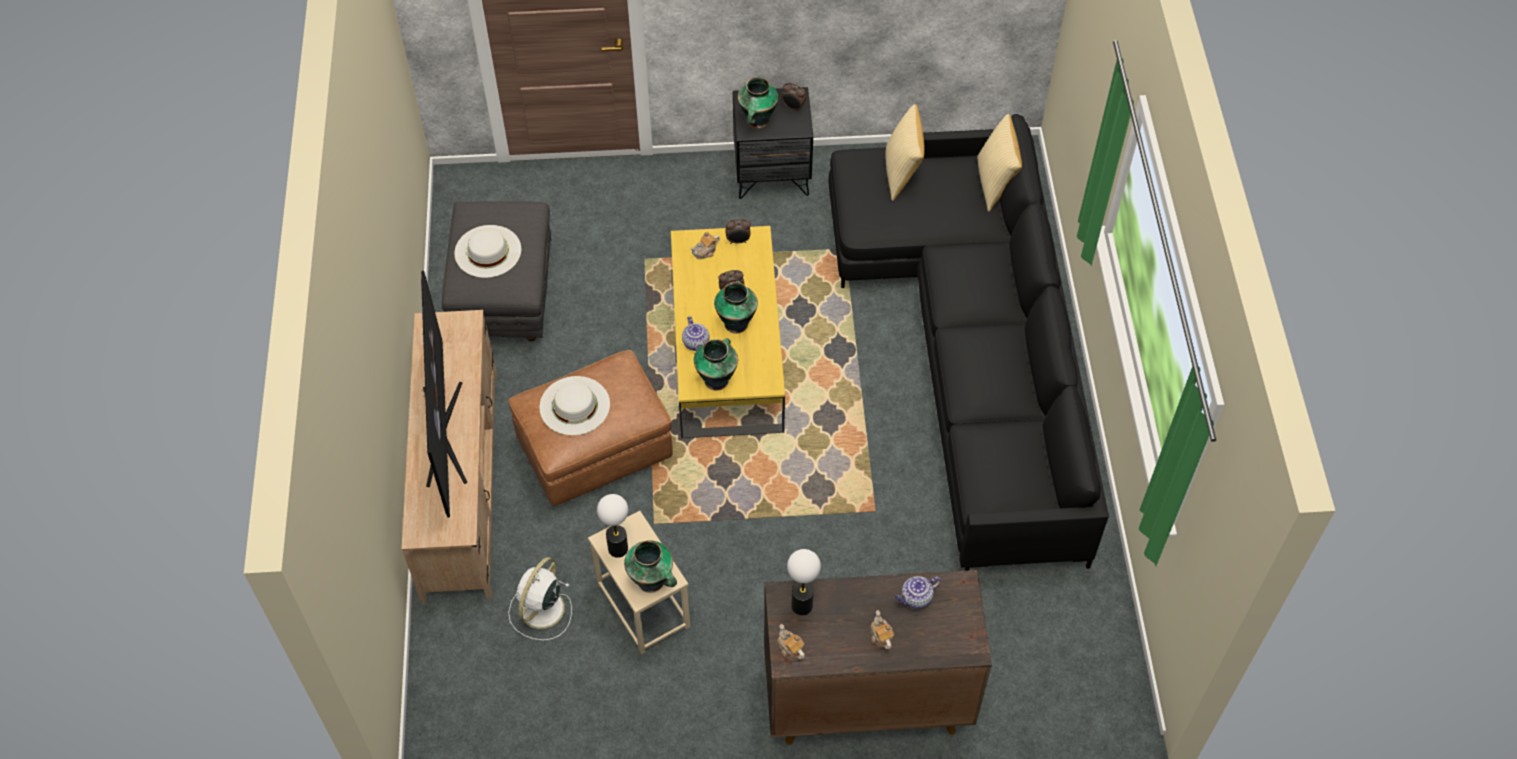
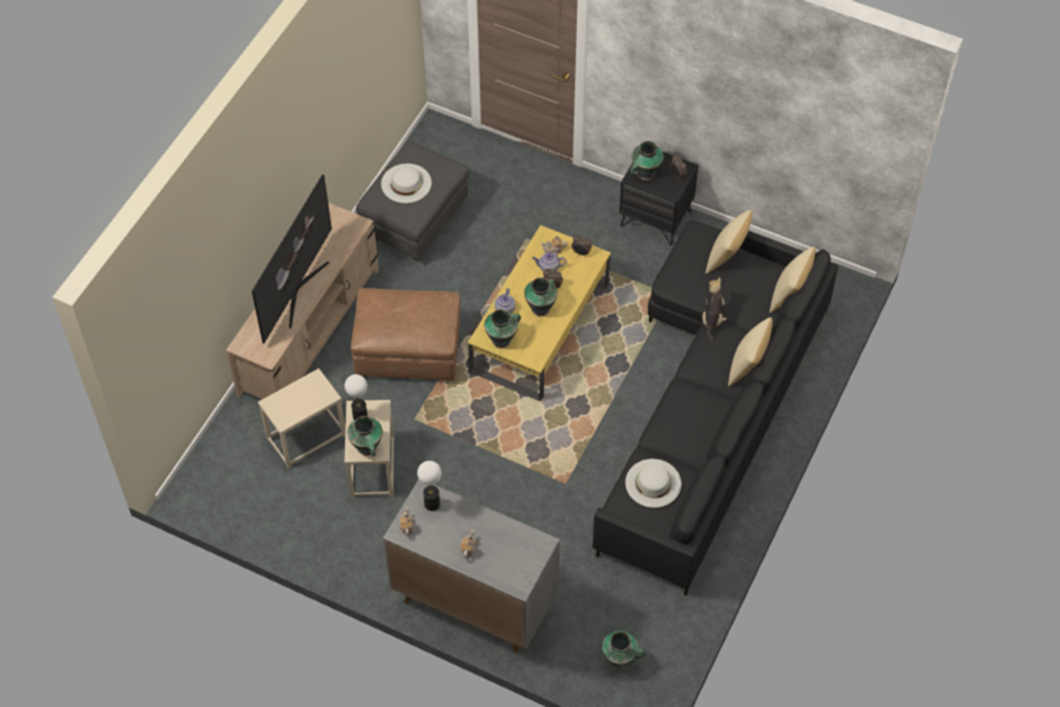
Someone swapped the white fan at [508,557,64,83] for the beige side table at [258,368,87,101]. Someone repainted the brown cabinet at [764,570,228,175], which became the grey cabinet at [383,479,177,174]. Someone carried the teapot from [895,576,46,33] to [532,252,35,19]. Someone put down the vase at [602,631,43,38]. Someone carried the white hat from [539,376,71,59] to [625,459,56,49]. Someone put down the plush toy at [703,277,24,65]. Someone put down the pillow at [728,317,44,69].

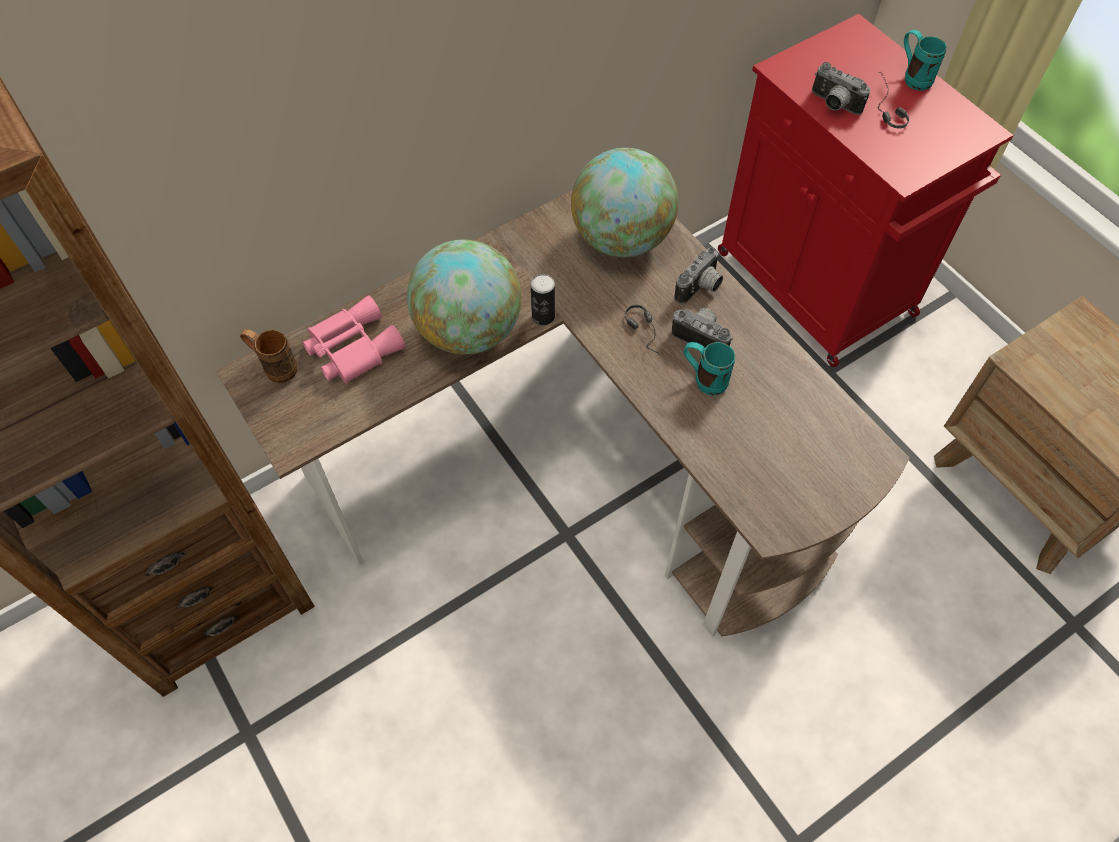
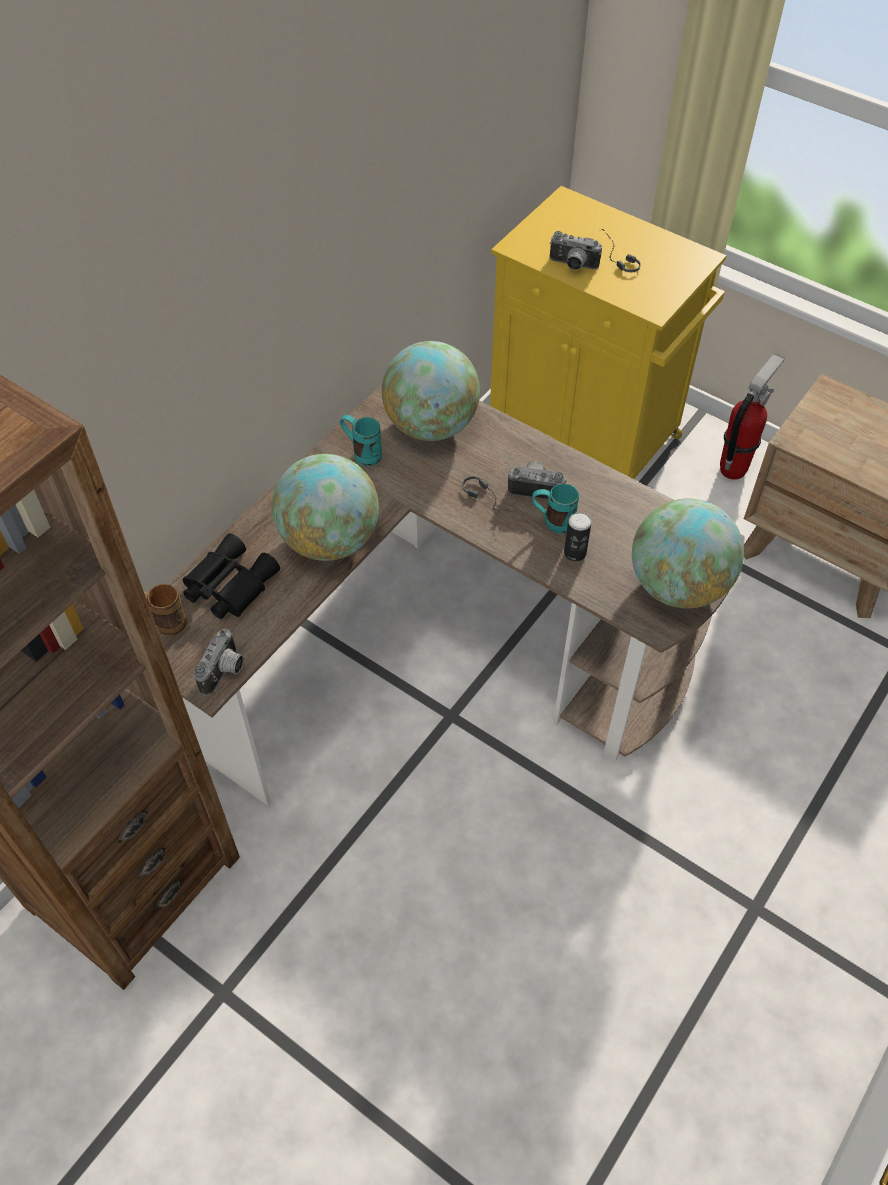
Someone repainted the pink binoculars at [303,295,102,89], which became the black binoculars at [183,533,97,86]. Someone carried the photo camera from [674,248,49,56] to [194,629,50,67]. Someone carried the turquoise mug from [904,30,43,61] to [340,415,42,51]. Someone repainted the red cabinet at [718,14,295,353], which became the yellow cabinet at [490,186,237,293]. Someone carried the can from [531,274,24,51] to [564,512,28,49]. Someone put down the globe at [632,498,112,110]. Someone put down the fire extinguisher at [720,353,65,127].

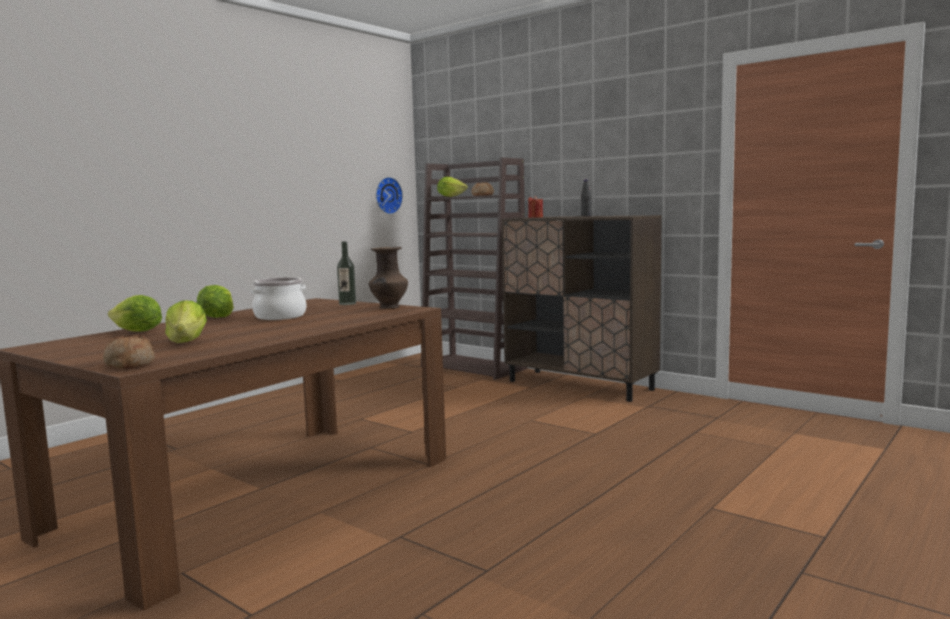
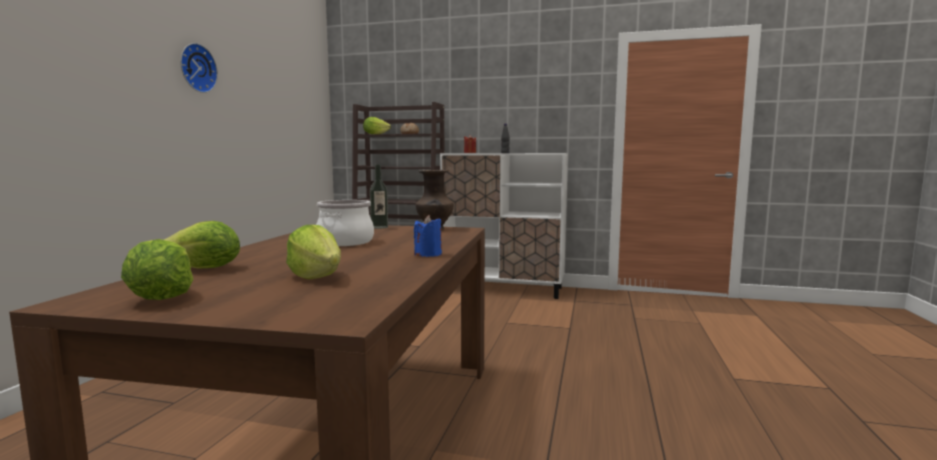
Someone carried the lettuce from [197,285,37,33] to [121,239,73,61]. Someone carried the wall clock from [376,177,27,37] to [180,43,38,50]. Someone put down the blue candle at [414,215,28,42]. Someone repainted the brown cabinet at [501,215,161,187], which became the white cabinet at [440,153,128,146]. Someone took away the bread at [103,334,52,35].

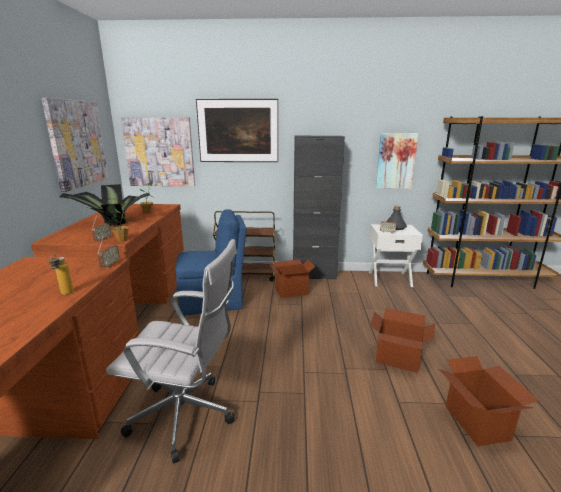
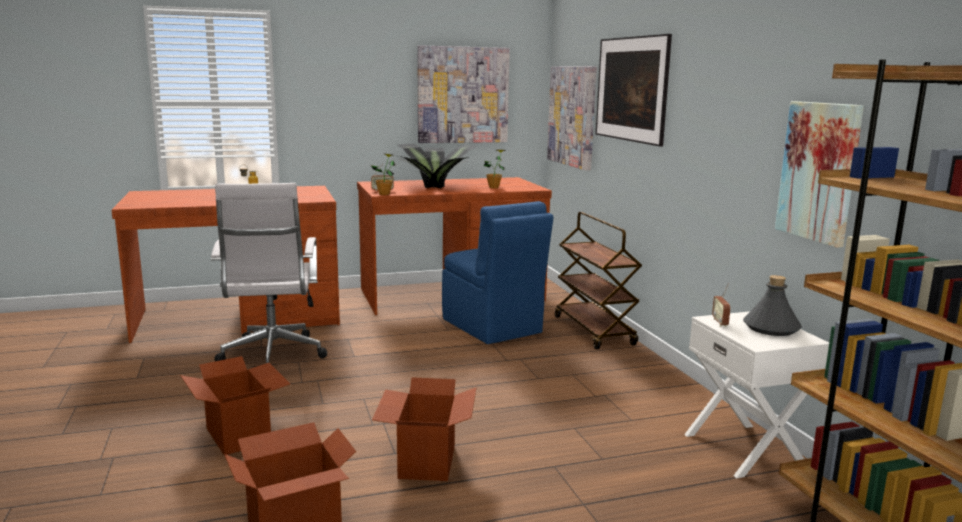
Someone carried the cardboard box from [270,259,45,39] to [180,356,110,99]. Someone took away the radio at [97,236,23,32]. Someone took away the black cabinet at [293,136,52,144].

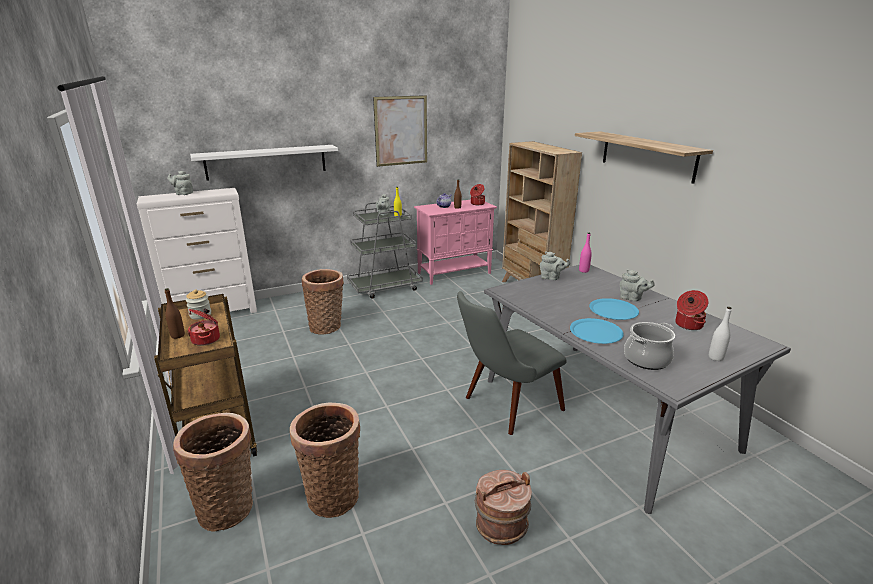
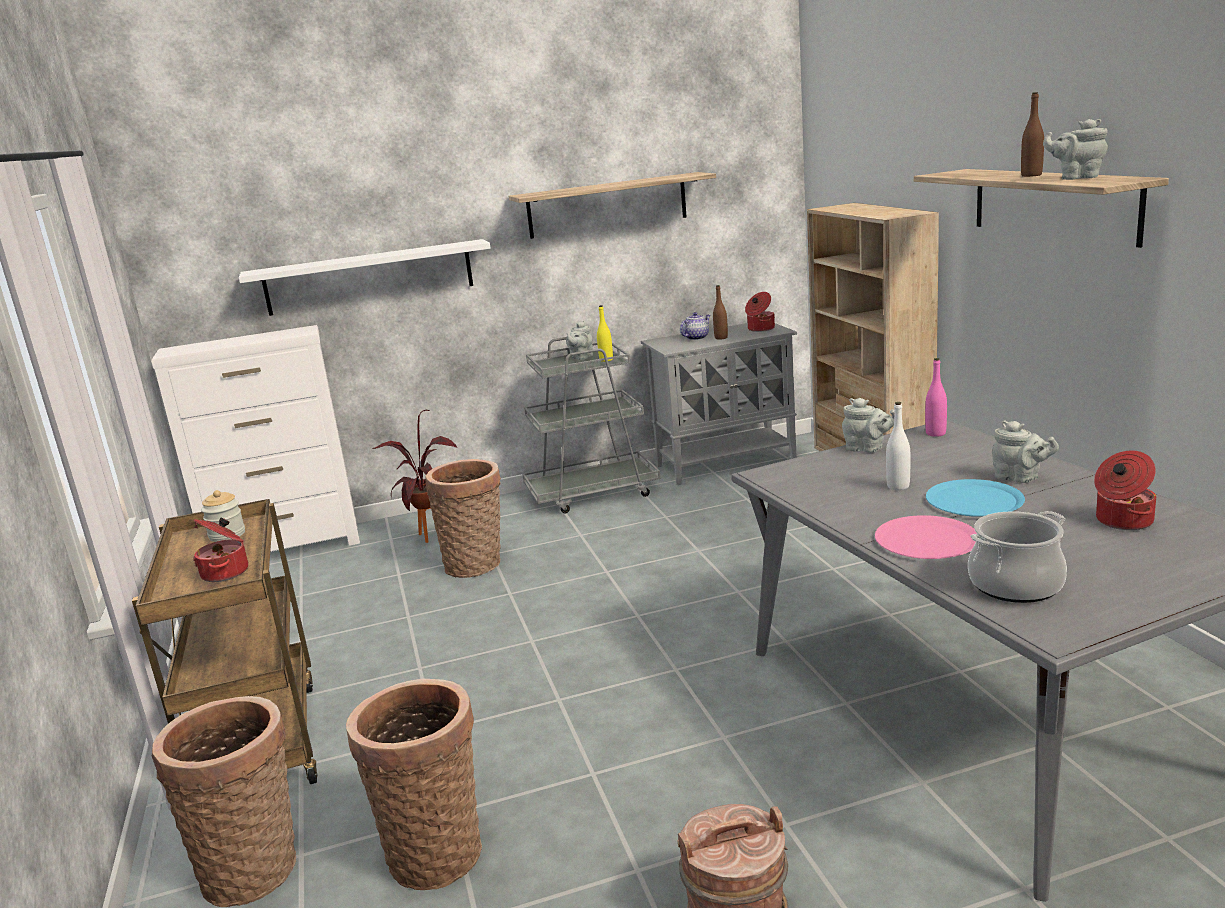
Someone put down the potted plant at [372,410,85,133]. Someone swapped the picture at [373,95,54,72] for the shelf at [509,172,207,67]. Someone repainted the pink cabinet at [414,200,83,85], which became the grey cabinet at [641,323,156,162]. Someone repainted the blue plate at [570,318,54,26], which became the pink plate at [875,515,102,44]. Someone carried the white bottle from [709,307,23,54] to [886,402,24,88]. Someone carried the brown bottle from [165,288,20,51] to [1021,92,23,85]. Someone carried the grey teapot from [167,171,26,24] to [1043,119,65,61]. Someone took away the grey chair at [457,291,110,144].

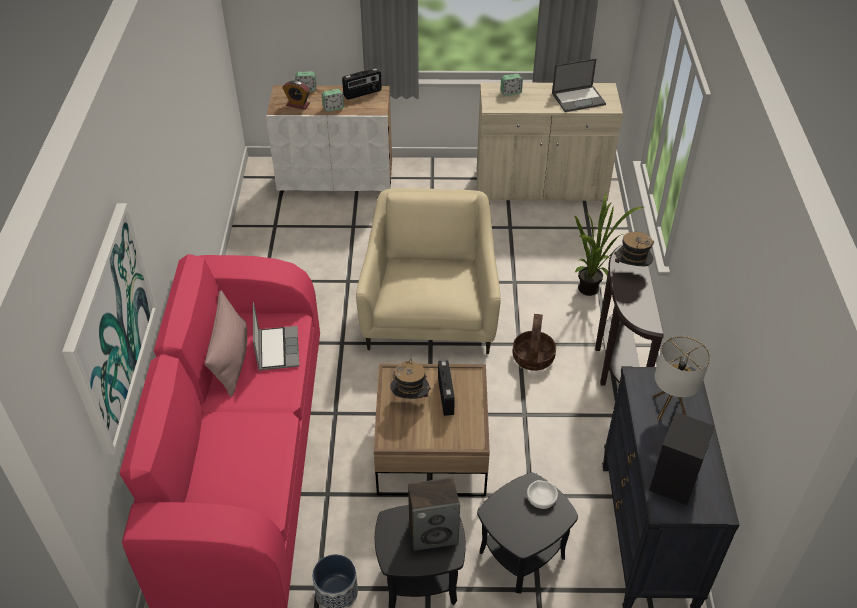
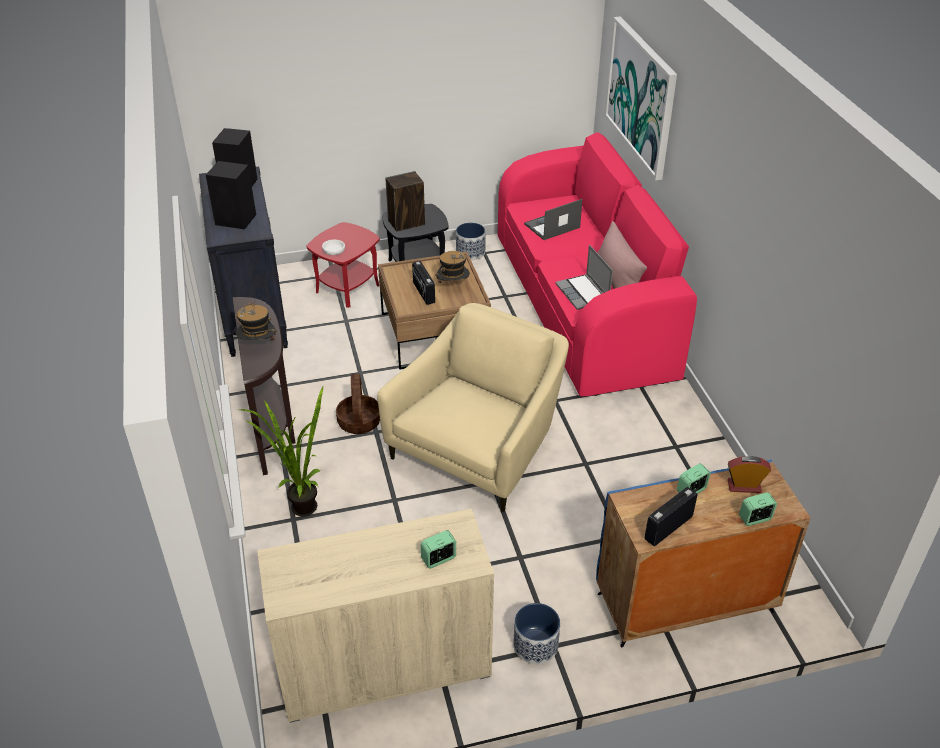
Someone swapped the table lamp at [652,335,58,85] for the black speaker at [206,161,50,68]. Someone repainted the black side table at [477,472,101,121], which became the red side table at [307,222,73,86]. Someone rotated the beige armchair at [356,188,145,166] by 135 degrees counterclockwise. Someone put down the planter at [513,603,47,61]. Someone carried the laptop from [552,59,54,53] to [524,199,58,41]. Someone repainted the white cabinet at [266,85,126,113], which became the blue cabinet at [596,460,214,187].

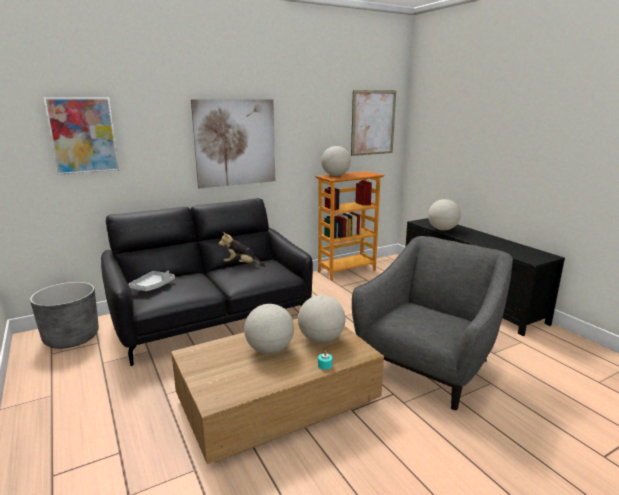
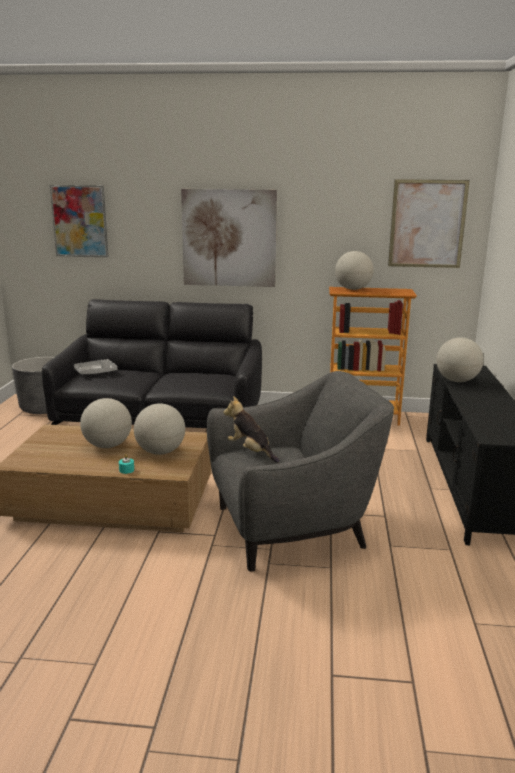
Someone carried the plush toy from [219,232,46,34] to [224,396,56,67].

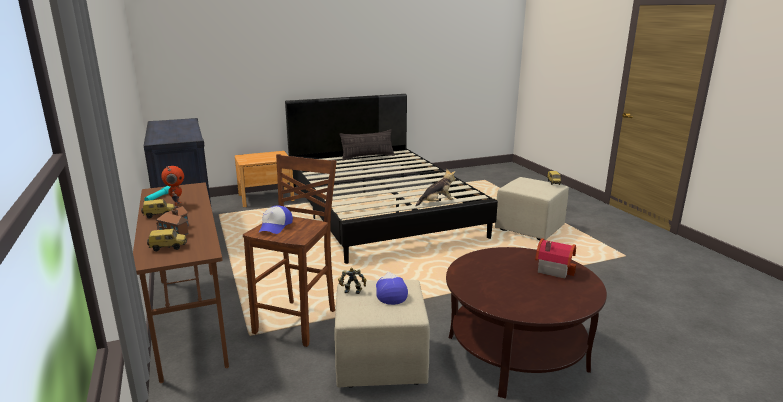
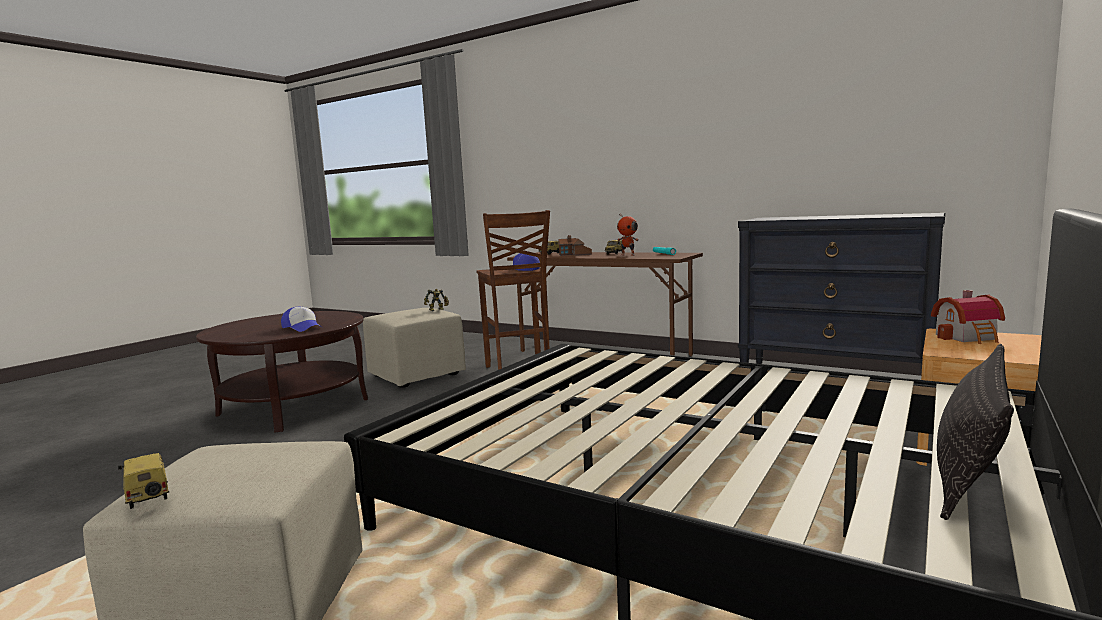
Someone carried the cap from [376,272,32,33] to [281,307,42,25]. Someone carried the toy house from [535,238,41,41] to [931,290,74,54]. Someone took away the plush toy at [415,169,41,37].

